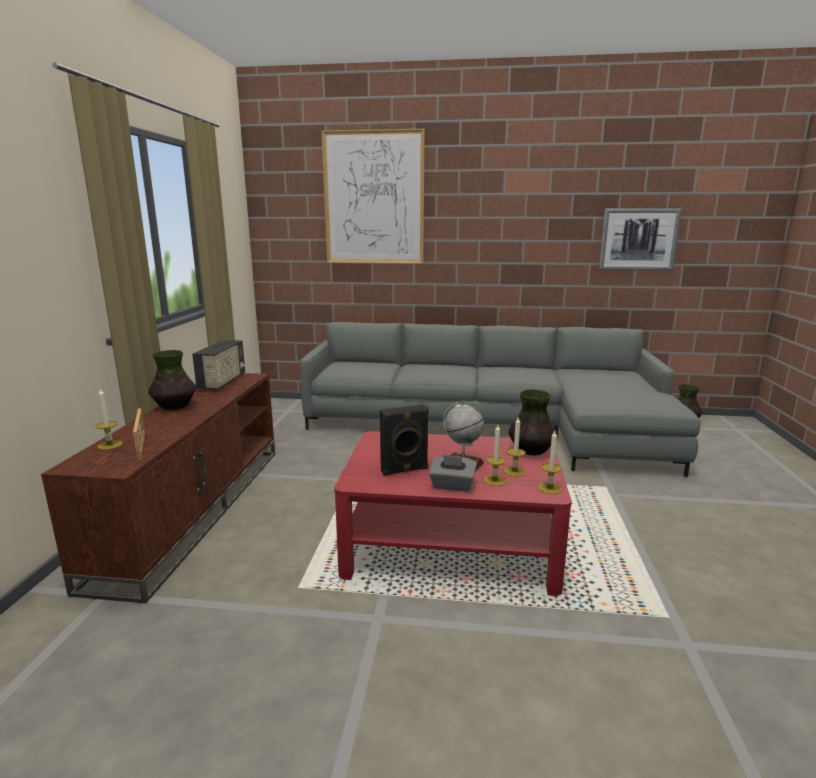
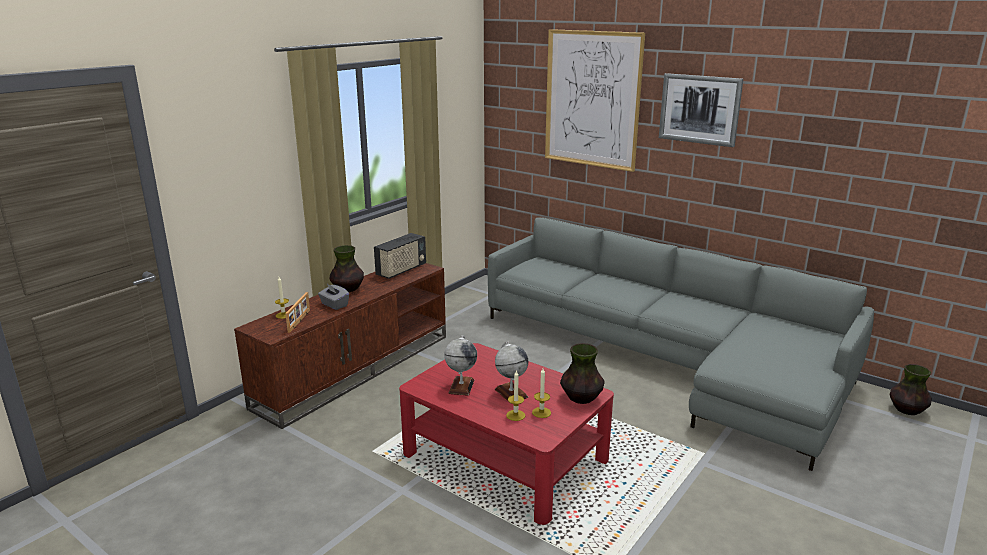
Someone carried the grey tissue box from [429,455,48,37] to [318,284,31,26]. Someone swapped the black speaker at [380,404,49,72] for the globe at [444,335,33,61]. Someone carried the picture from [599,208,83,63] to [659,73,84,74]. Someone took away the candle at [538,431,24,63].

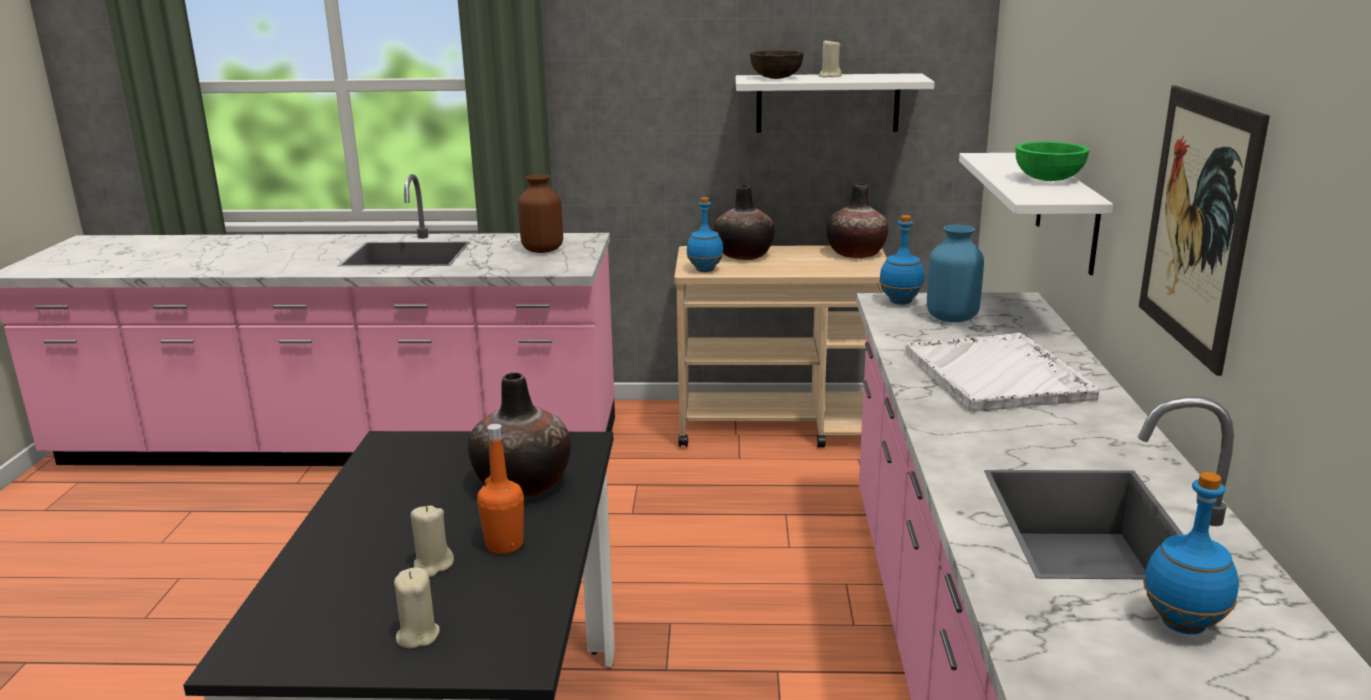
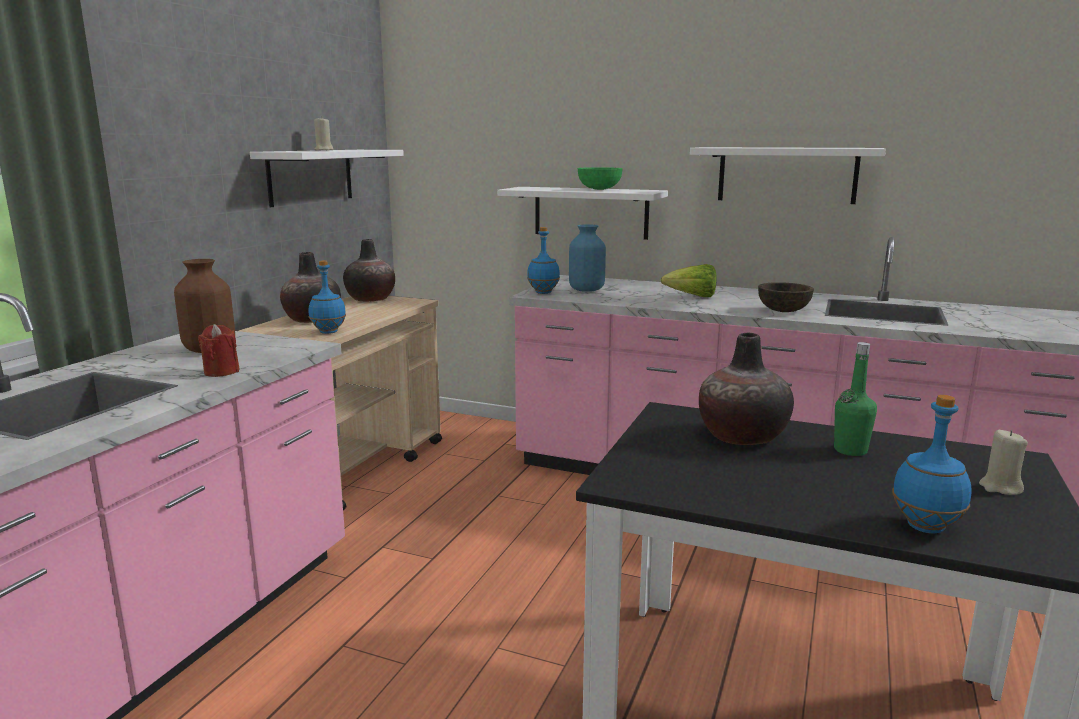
Someone put down the red candle at [198,324,42,53]. Someone swapped the white tray at [905,333,195,79] for the lettuce at [661,264,56,33]. Someone swapped the picture at [1139,86,131,290] for the white shelf at [690,147,196,57]. Someone carried the brown bowl from [750,50,54,29] to [758,282,56,30]. Someone repainted the orange bottle at [477,424,47,130], which became the green bottle at [834,342,43,114]. Someone carried the blue bottle from [1143,472,96,162] to [892,395,80,139]. Someone took away the beige candle at [410,506,44,71].

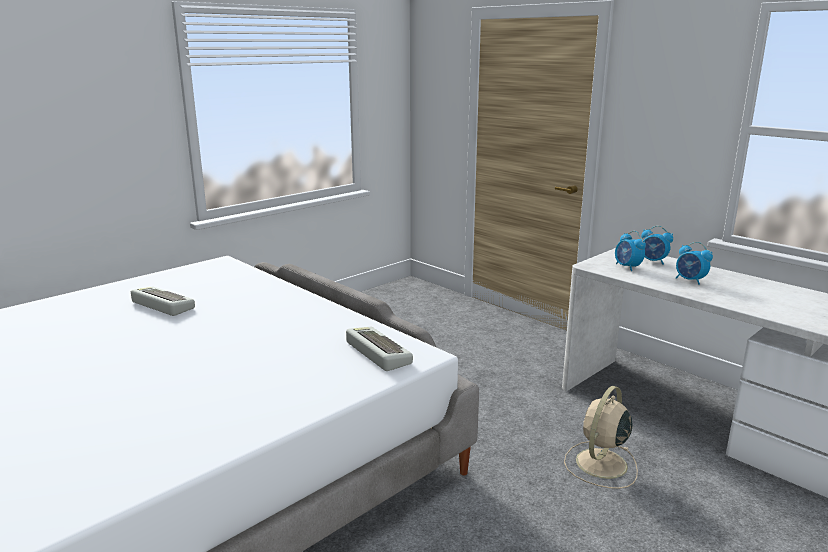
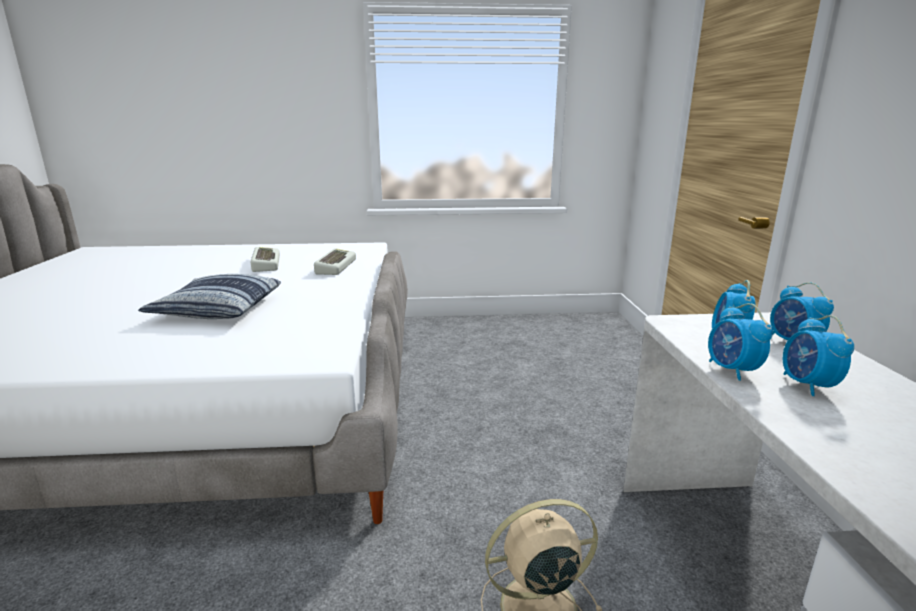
Someone put down the pillow at [138,274,143,45]. Someone carried the keyboard from [346,327,67,44] to [314,248,42,27]. Someone put down the alarm clock at [708,303,65,78].

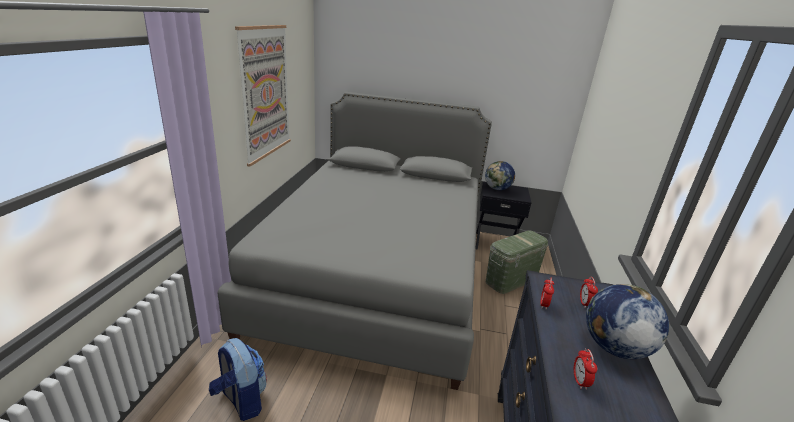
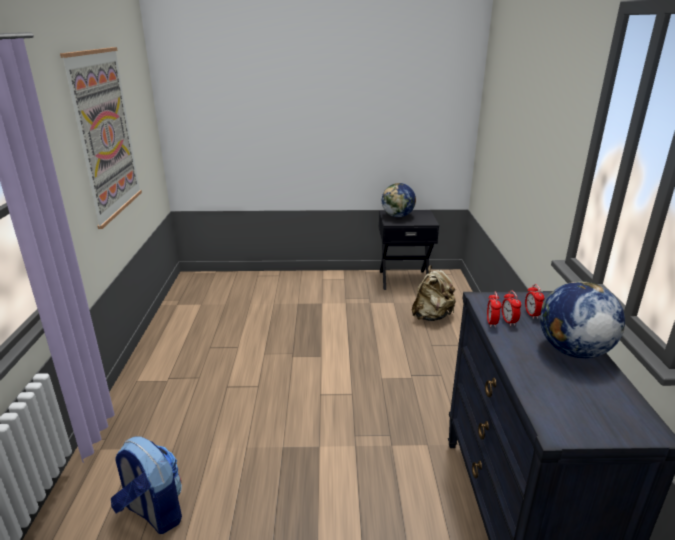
Someone swapped the green storage box at [486,230,62,64] for the beige backpack at [412,265,44,56]. Someone carried the alarm clock from [574,349,23,41] to [502,290,19,36]. Someone took away the grey bed at [217,92,275,298].

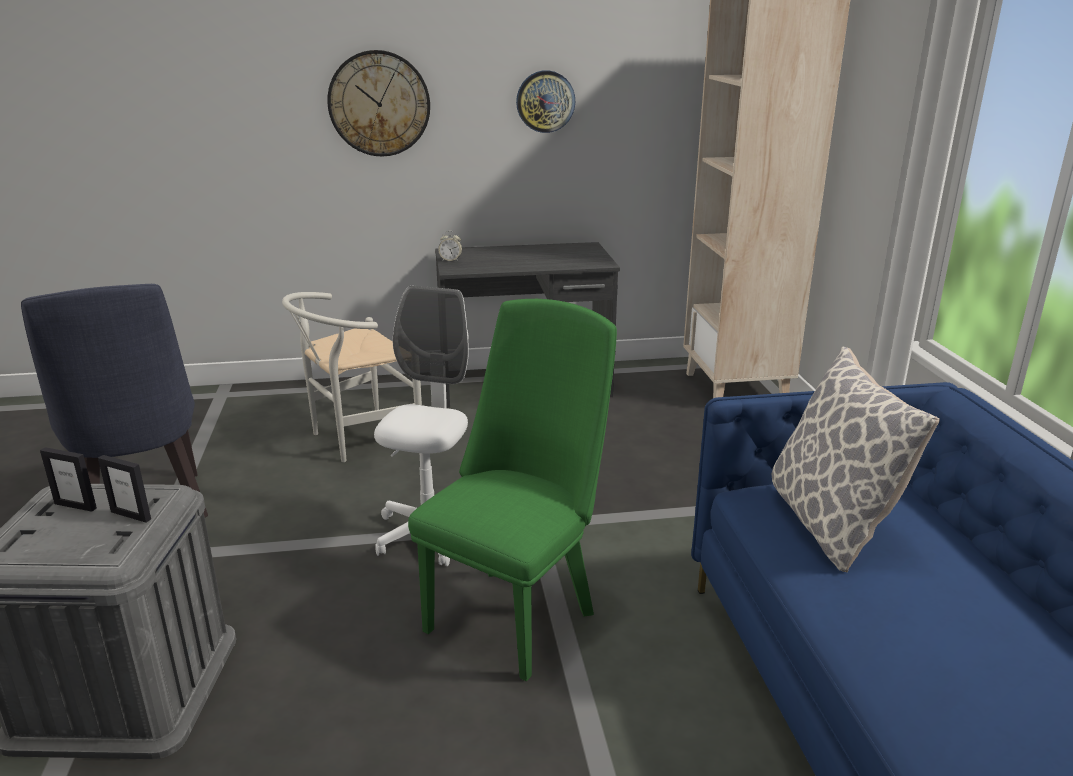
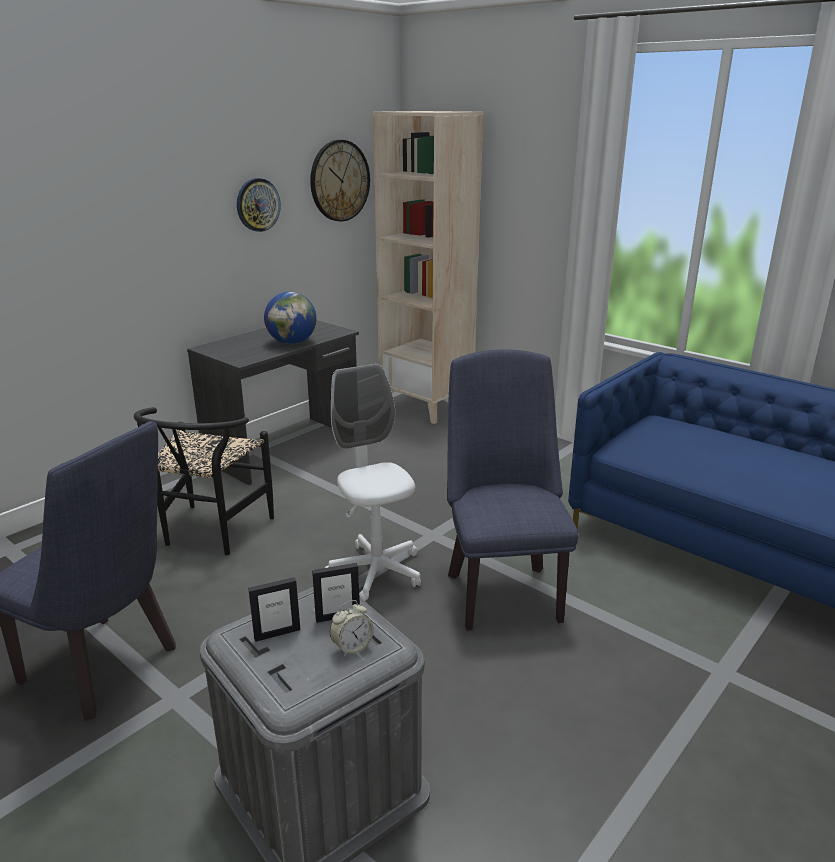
Someone repainted the white chair at [282,292,140,170], which became the black chair at [134,407,140,148]. Someone put down the globe at [264,292,52,52]. Someone carried the wall clock from [327,50,103,106] to [310,140,60,82]. Someone carried the alarm clock from [438,231,24,30] to [330,600,44,57]. Someone repainted the green chair at [408,299,209,382], which became the blue chair at [447,349,132,281]. Someone took away the pillow at [772,347,168,225].

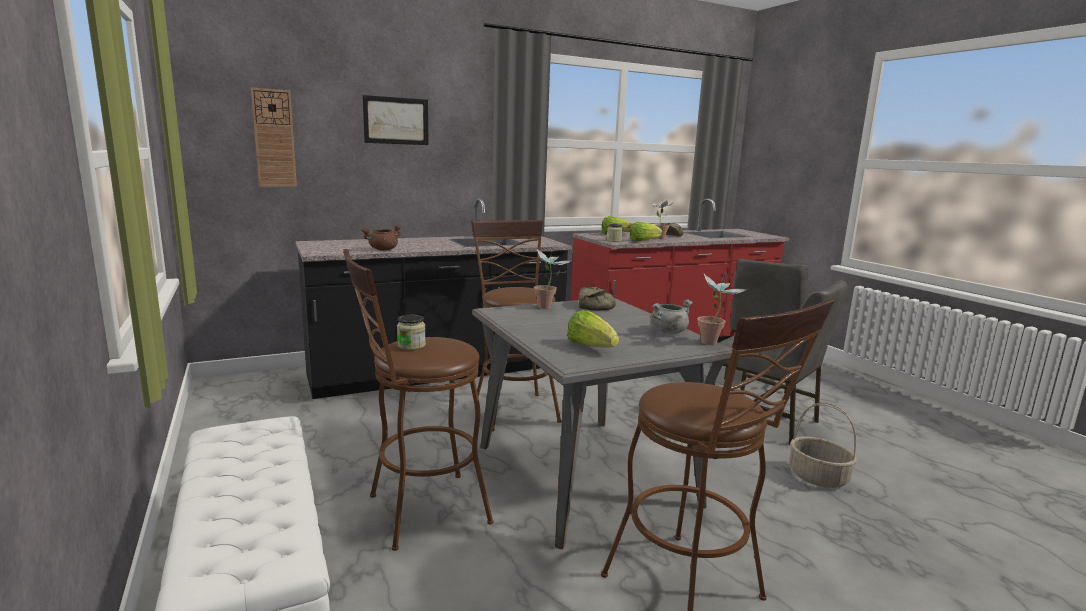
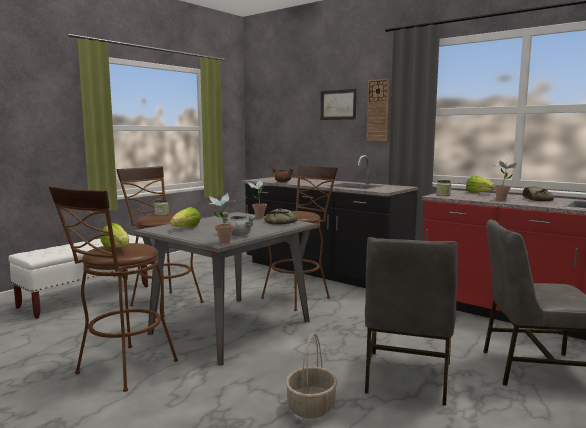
Someone carried the lettuce from [630,222,32,20] to [101,223,28,25]. Someone carried the wall clock from [251,88,46,99] to [367,79,22,62].

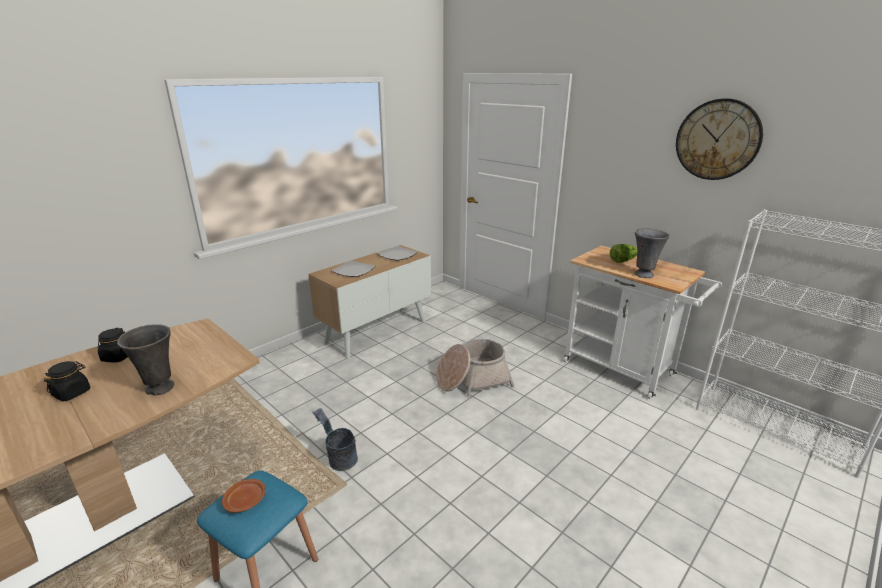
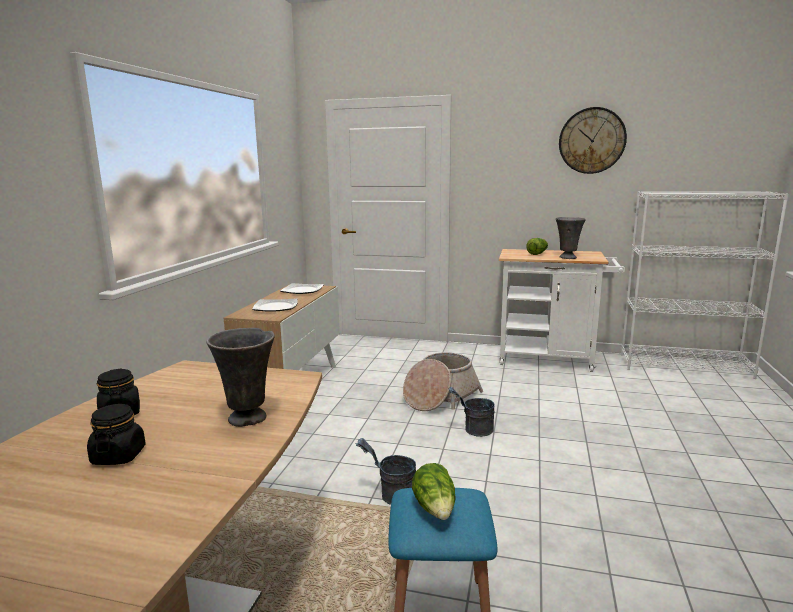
Someone swapped the brown plate at [222,479,44,34] for the lettuce at [412,463,43,57]. Someone put down the grey bucket at [449,387,46,50].

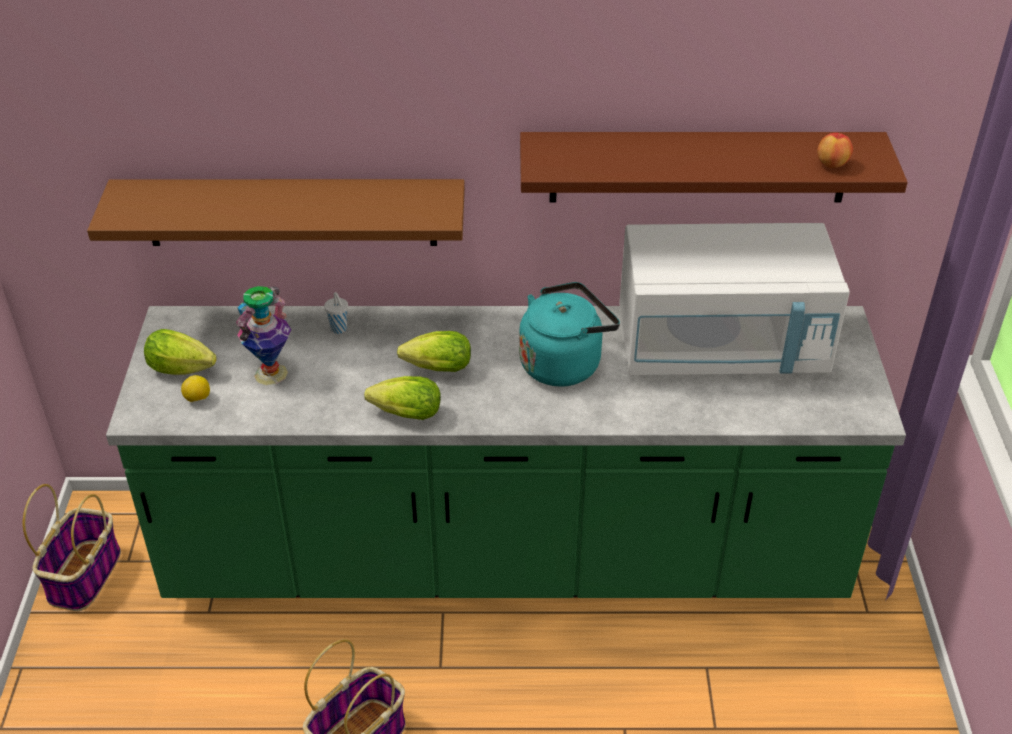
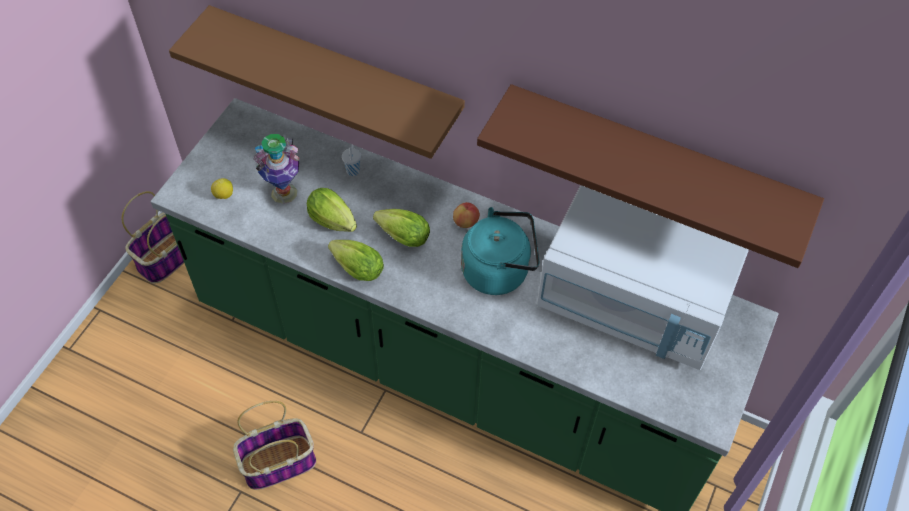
Someone carried the lettuce from [144,329,73,46] to [307,188,50,44]. Someone carried the apple from [817,133,36,35] to [453,202,27,26].

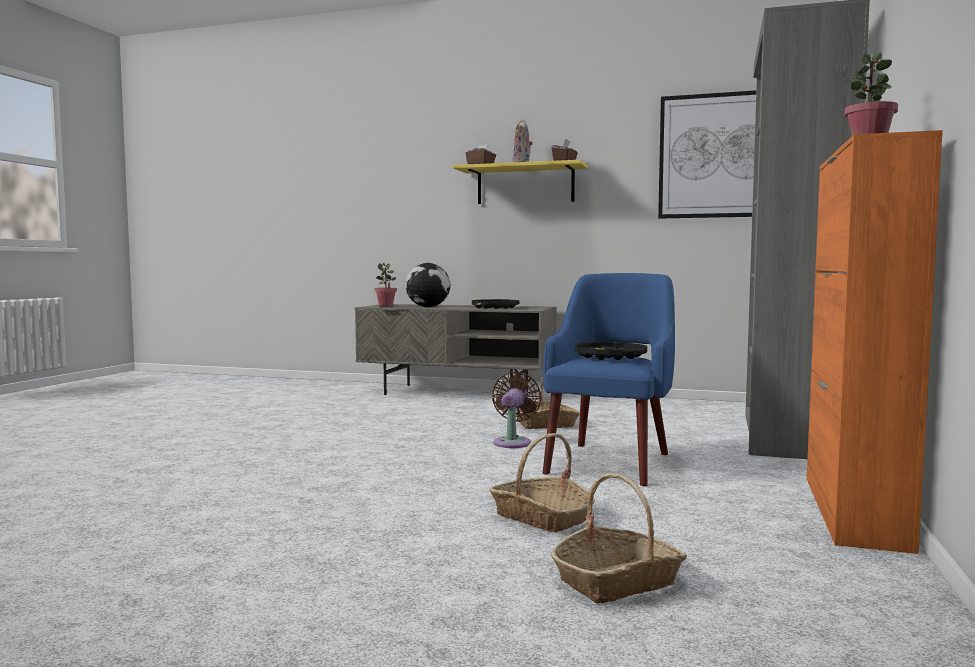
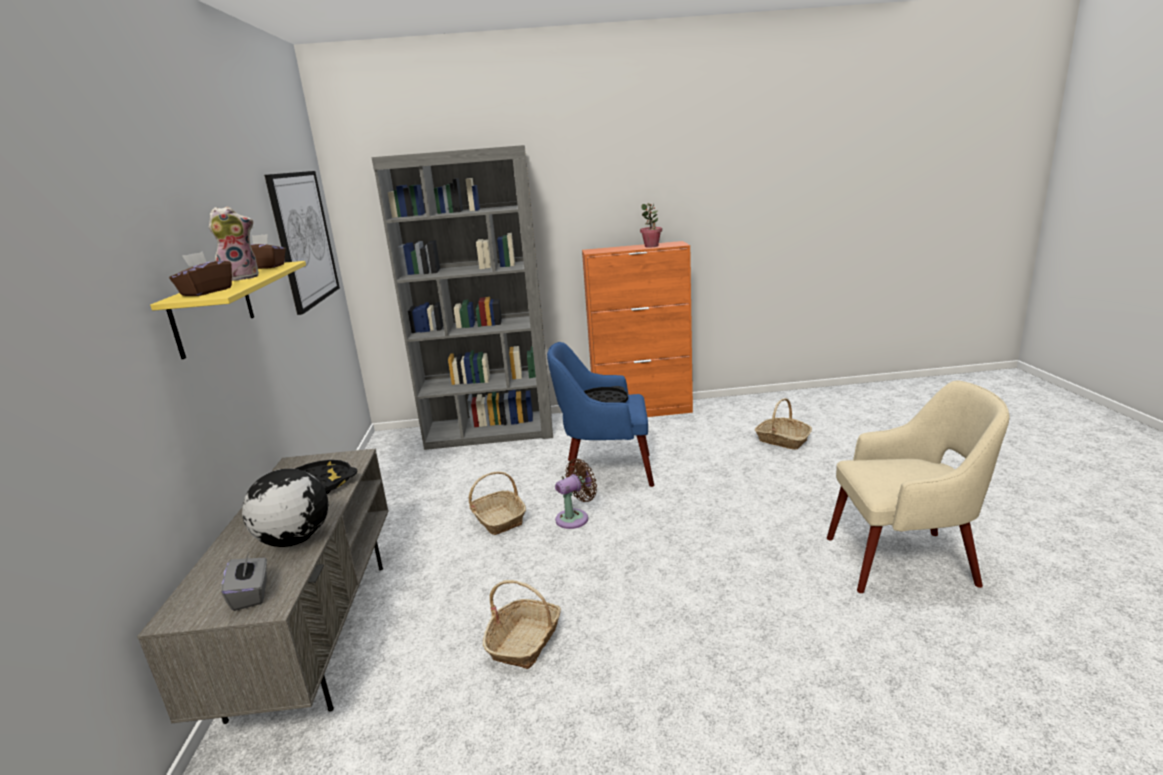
Someone swapped the potted plant at [374,263,23,44] for the grey tissue box at [221,552,46,59]. Someone carried the basket from [489,433,106,99] to [483,580,78,89]. Someone rotated the brown fan at [492,372,49,76] by 150 degrees clockwise. Someone put down the beige armchair at [827,380,183,213].

